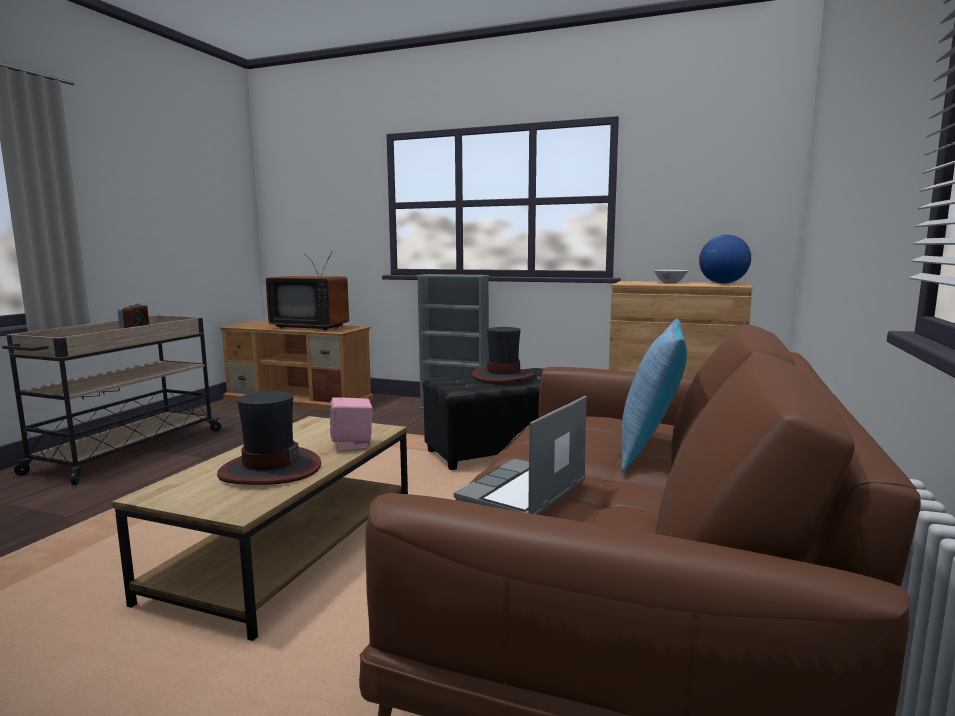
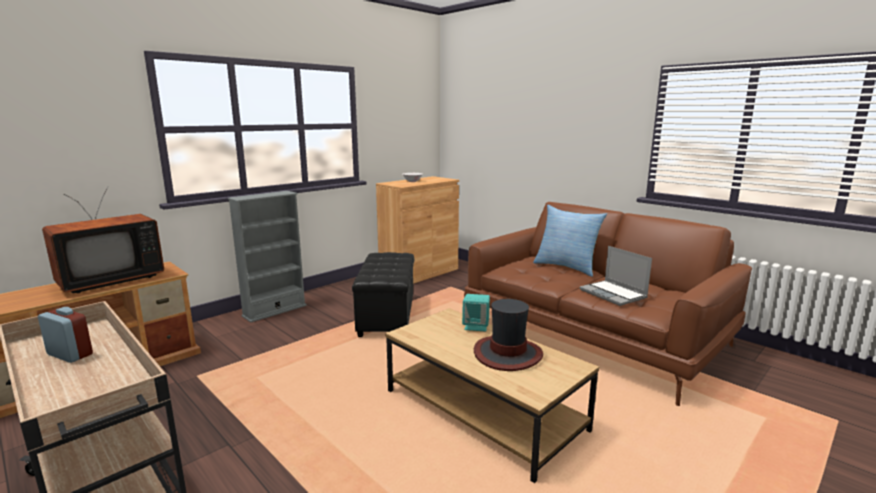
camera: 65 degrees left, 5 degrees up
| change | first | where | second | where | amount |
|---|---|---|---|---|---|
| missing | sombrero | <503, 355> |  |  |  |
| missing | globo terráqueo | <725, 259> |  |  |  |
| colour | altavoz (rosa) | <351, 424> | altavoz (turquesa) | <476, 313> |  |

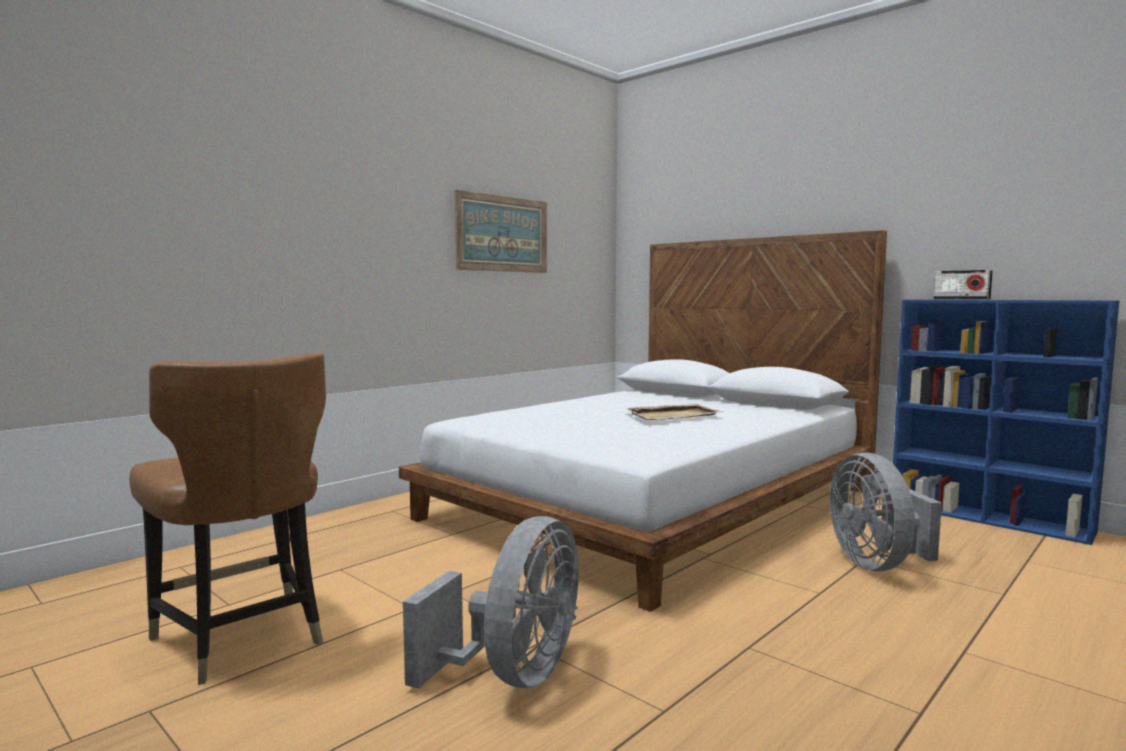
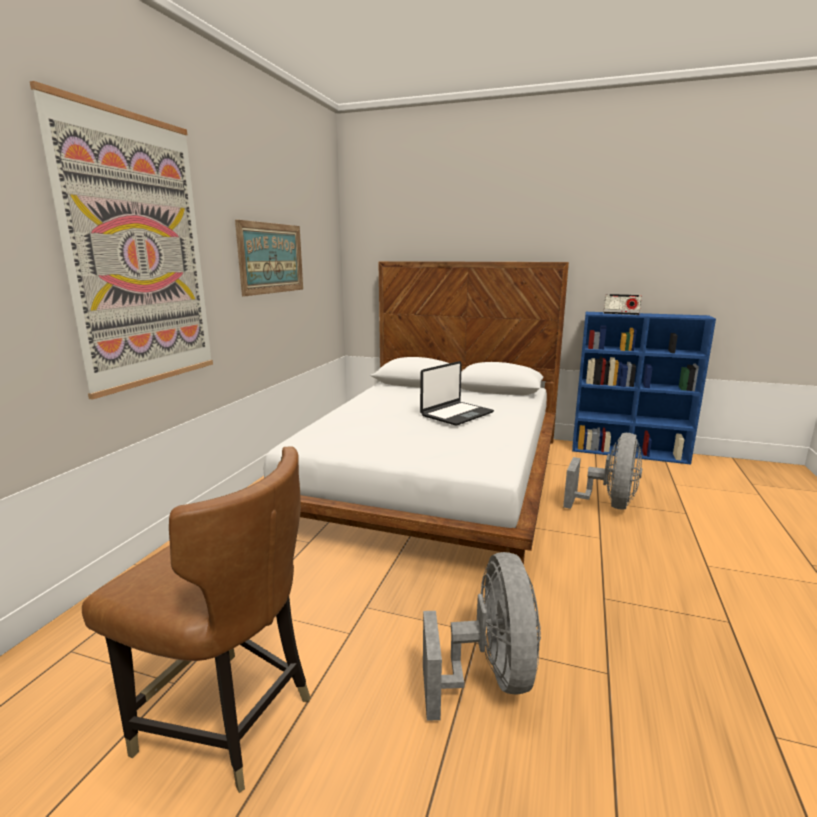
camera: 25 degrees left, 10 degrees up
| change | first | where | second | where | amount |
|---|---|---|---|---|---|
| appeared |  |  | cuadro | <121, 240> |  |
| exchanged | bandeja (beis) | <674, 412> | portátil | <457, 393> |  |
| spun | ventilador (gris) | <886, 512> |  | <602, 471> | 120 degrees counterclockwise |

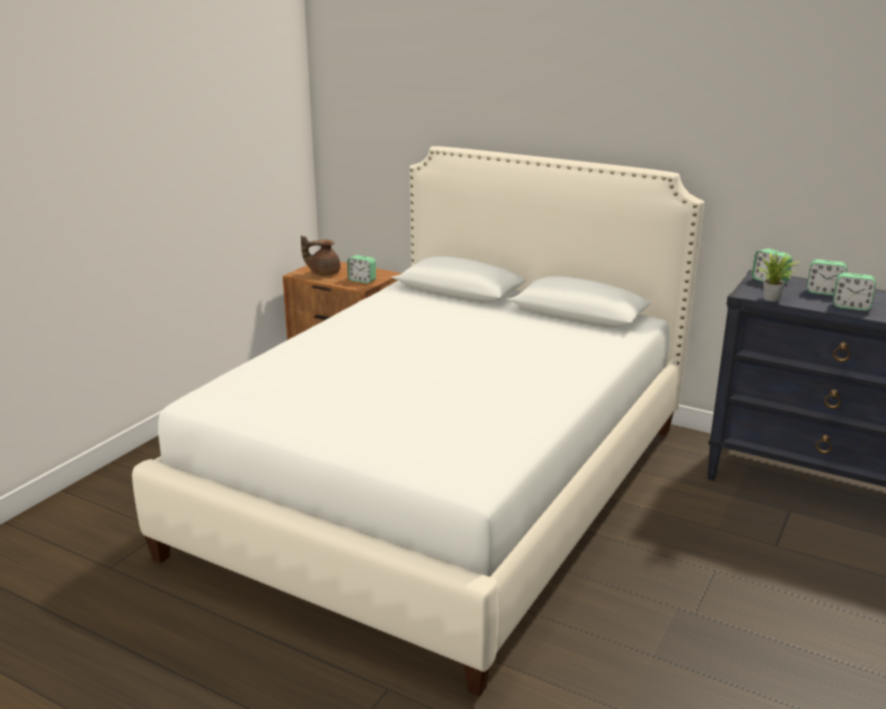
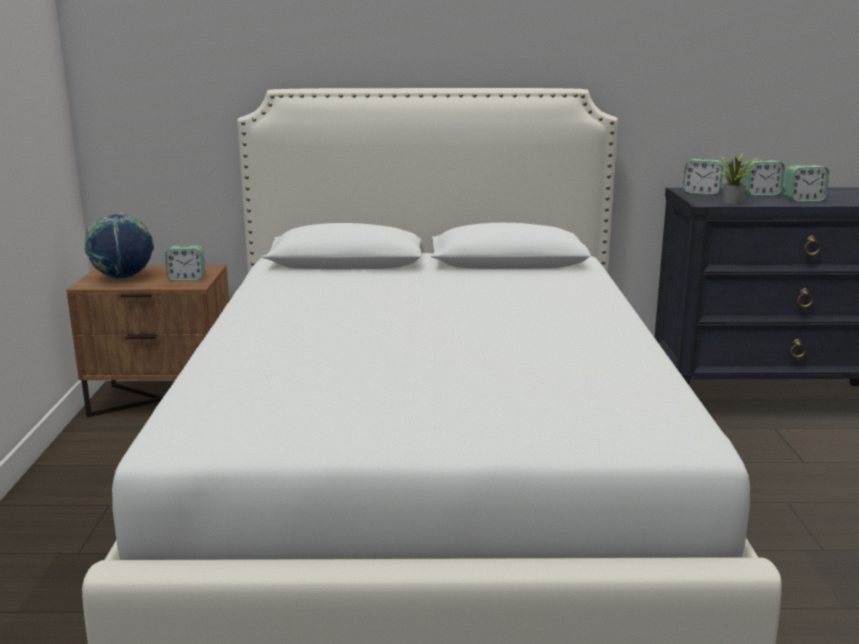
camera: 30 degrees left, 5 degrees down
| change | first | where | second | where | amount |
|---|---|---|---|---|---|
| exchanged | tetera (marrón) | <320, 255> | globo terráqueo | <119, 246> |  |

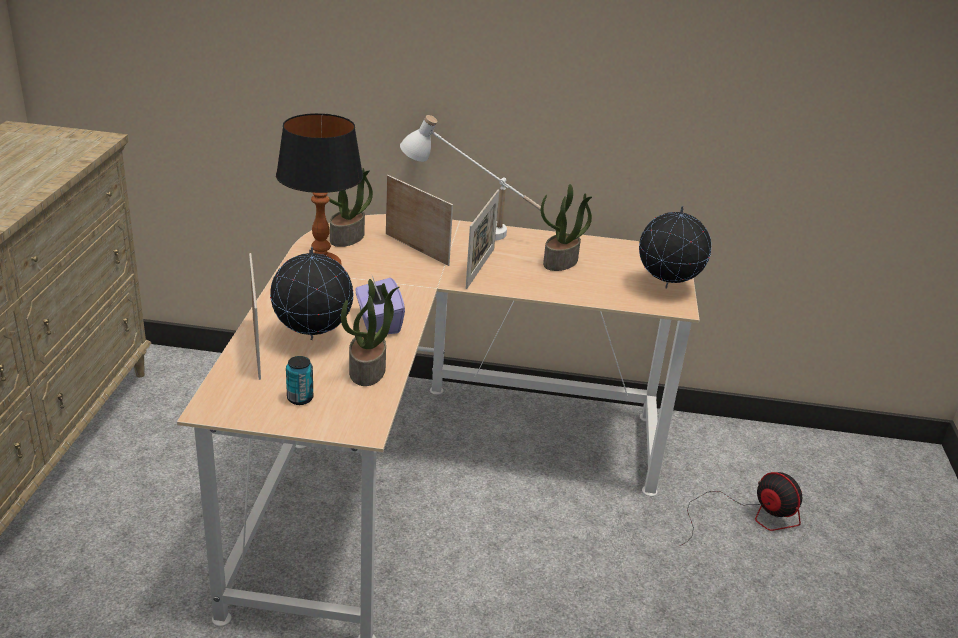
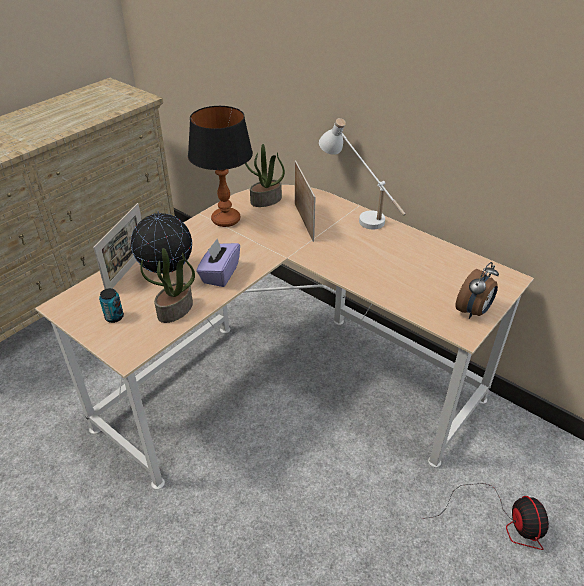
camera: 35 degrees right, 10 degrees up
| change | first | where | second | where | amount |
|---|---|---|---|---|---|
| missing | portarretratos | <482, 239> |  |  |  |
| missing | planta en maceta | <566, 227> |  |  |  |
| exchanged | globo terráqueo | <675, 247> | despertador | <477, 290> |  |

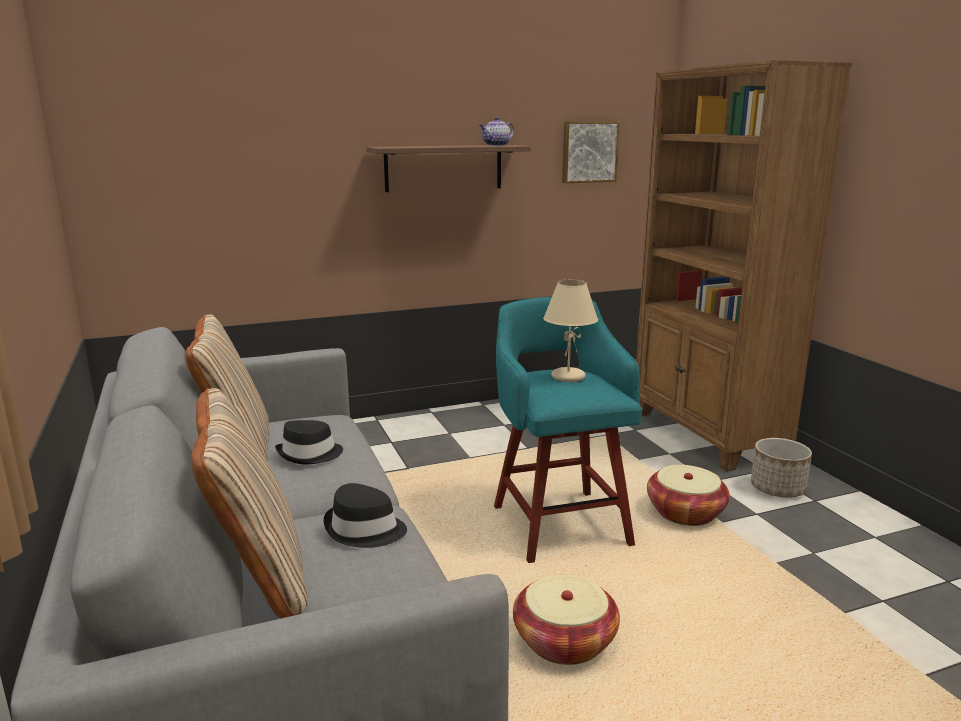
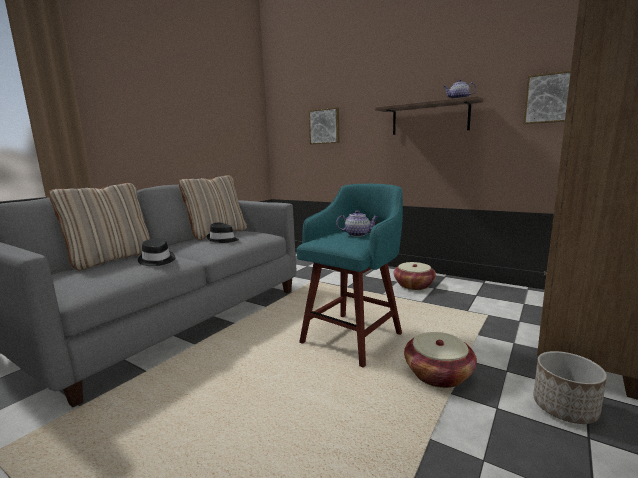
camera: 55 degrees right, 5 degrees down
| change | first | where | second | where | amount |
|---|---|---|---|---|---|
| appeared |  |  | cuadro | <324, 125> |  |
| relocated | cesta | <566, 619> |  | <415, 276> |  |
| exchanged | lámpara de mesa (beis) | <570, 331> | tetera | <357, 223> |  |

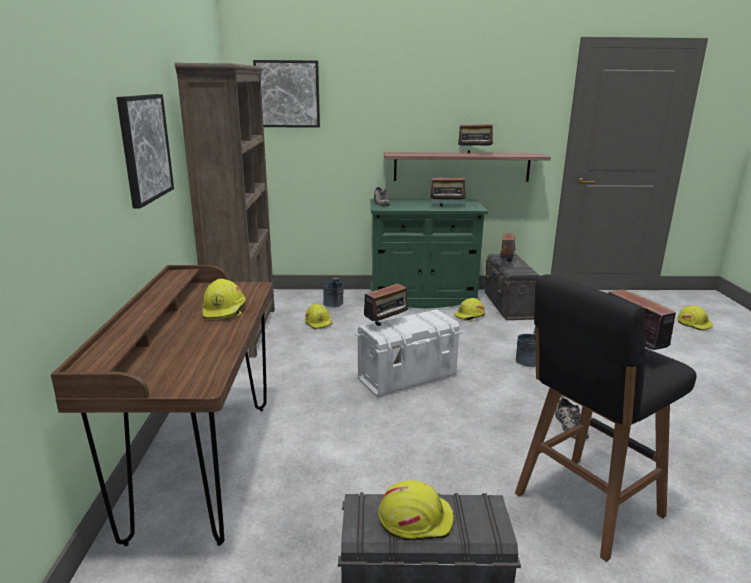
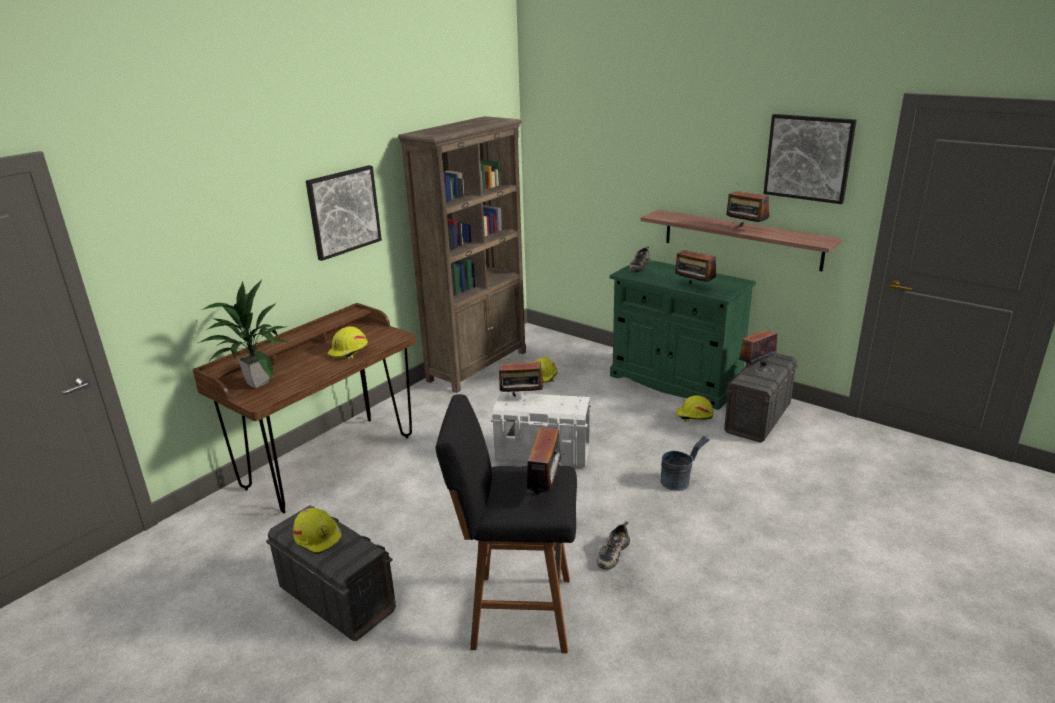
camera: 40 degrees right, 5 degrees up
| change | first | where | second | where | amount |
|---|---|---|---|---|---|
| missing | cubo (gris) | <333, 292> |  |  |  |
| missing | casco (amarillo) | <695, 318> |  |  |  |
| appeared |  |  | planta en maceta | <244, 333> |  |
| relocated | cuadro | <286, 94> |  | <810, 159> |  |

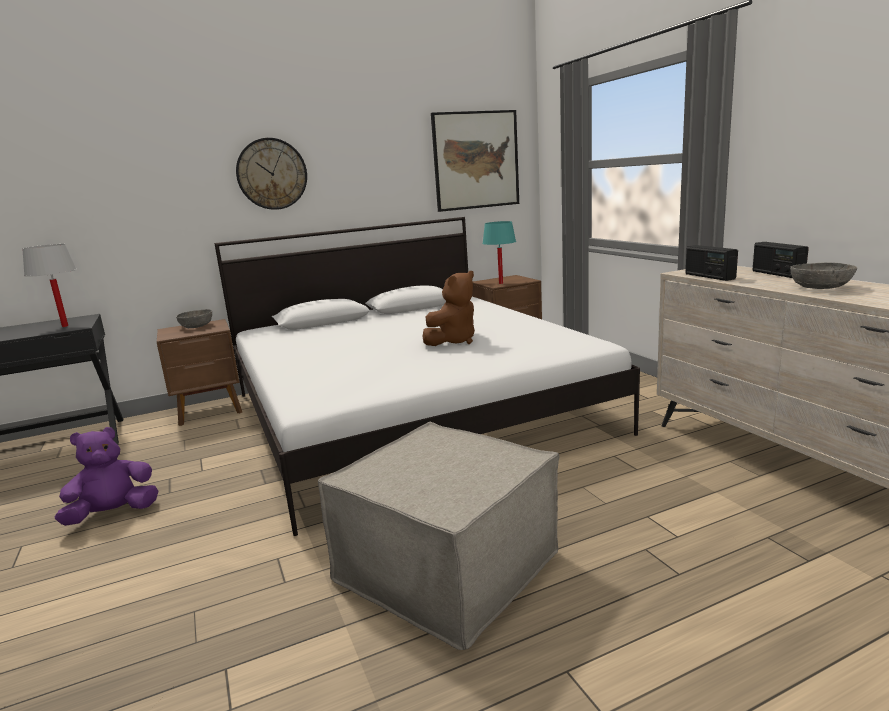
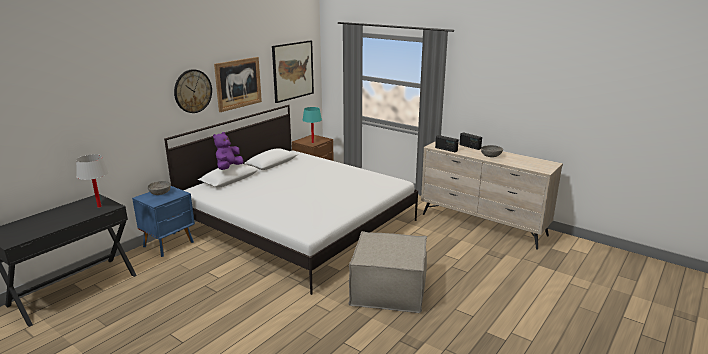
camera: 30 degrees left, 5 degrees up
| change | first | where | second | where | amount |
|---|---|---|---|---|---|
| missing | peluche (marrón) | <449, 308> |  |  |  |
| appeared |  |  | cuadro | <238, 84> |  |
| relocated | peluche (morado) | <106, 476> |  | <228, 151> |  |
| colour | mesita de noche (marrón) | <199, 372> | mesita de noche (azul) | <163, 221> |  |

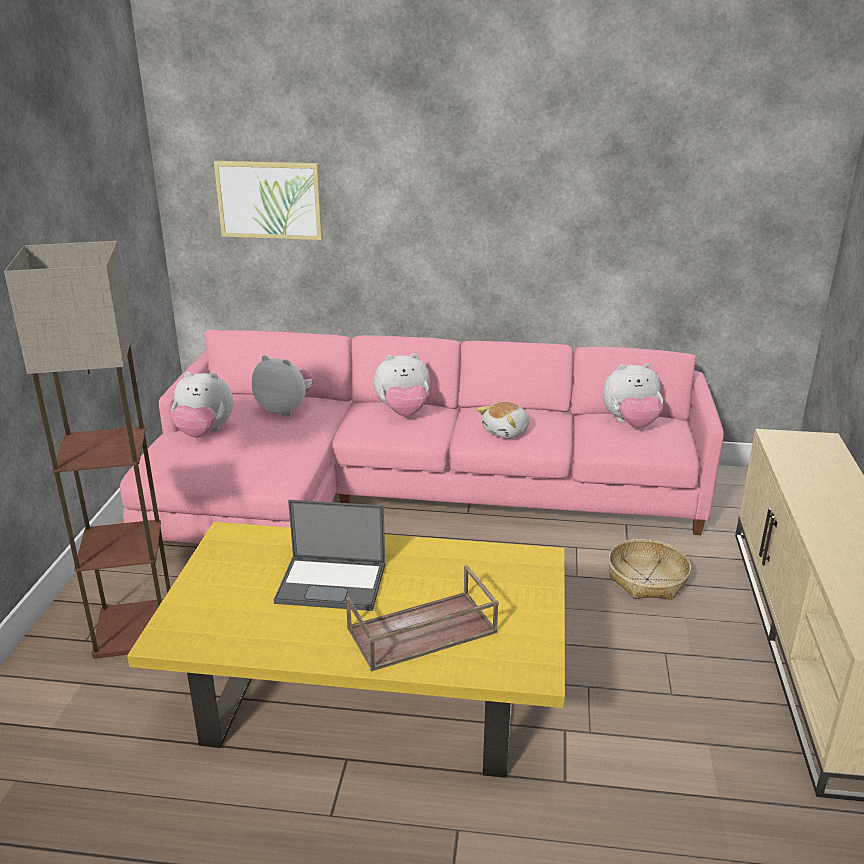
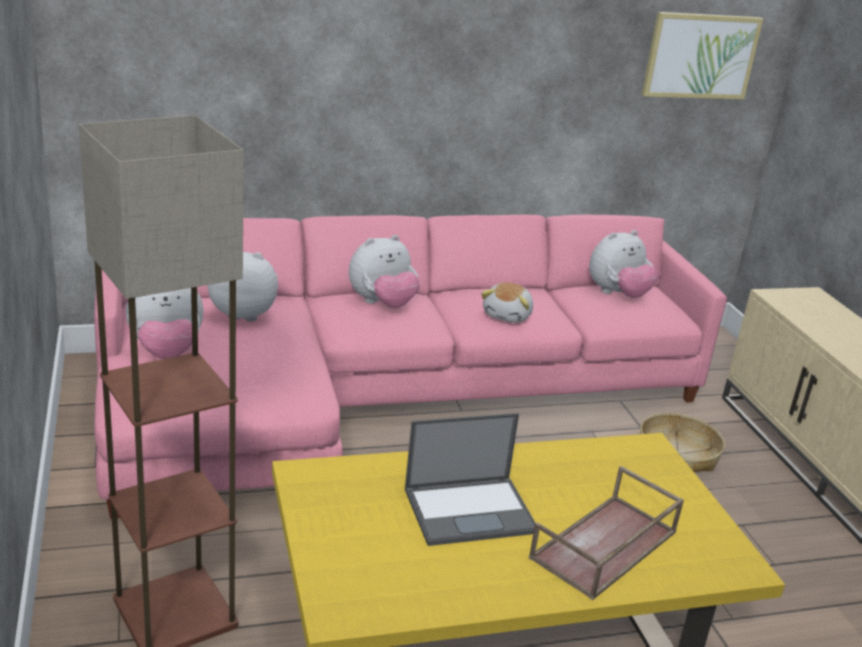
camera: 25 degrees left, 0 degrees up
| change | first | where | second | where | amount |
|---|---|---|---|---|---|
| relocated | cuadro | <268, 200> |  | <702, 55> |  |

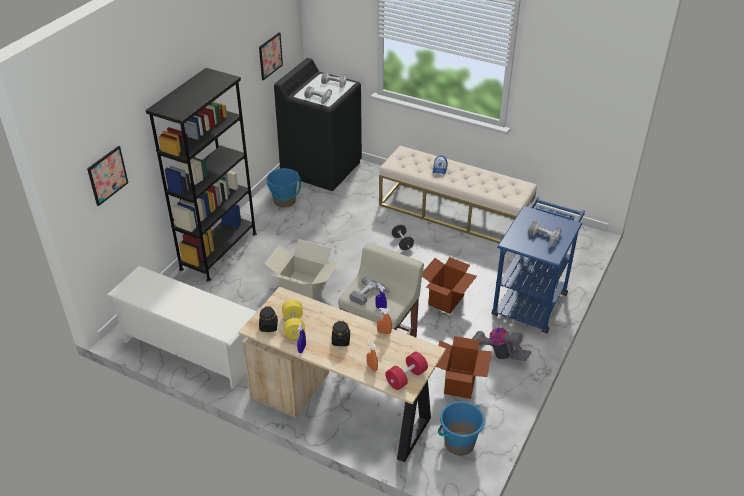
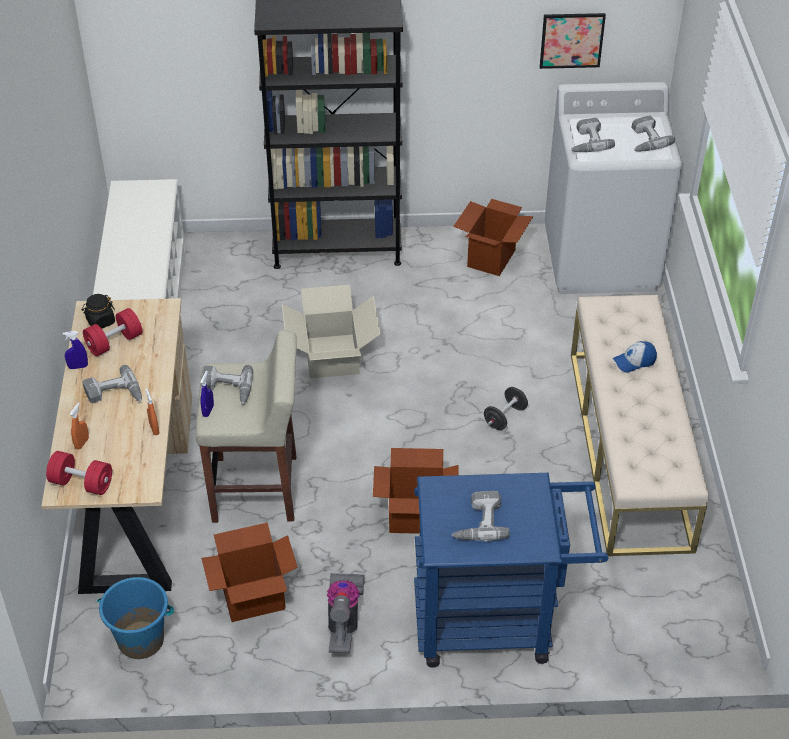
camera: 60 degrees right, 5 degrees up
| change | first | where | second | where | amount |
|---|---|---|---|---|---|
| missing | cuadro | <107, 176> |  |  |  |
| exchanged | cubo (azul) | <284, 187> | caja de cartón | <493, 237> |  |
| exchanged | tarro (negro) | <341, 333> | taladro | <112, 384> |  |
| colour | lavadora (negro) | <318, 124> | lavadora (blanco) | <613, 188> |  |
| colour | mancuerna (amarillo) | <293, 319> | mancuerna (rojo) | <112, 332> |  |

